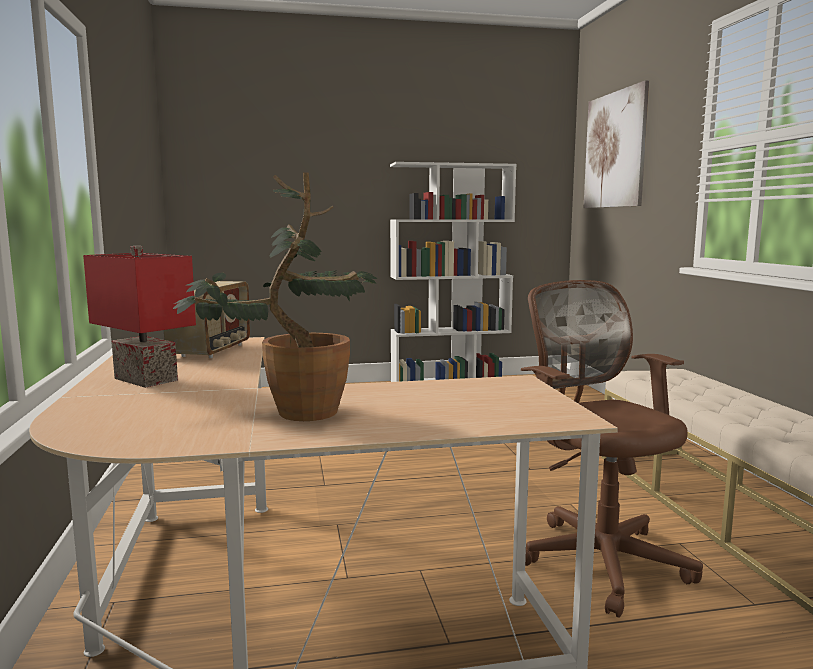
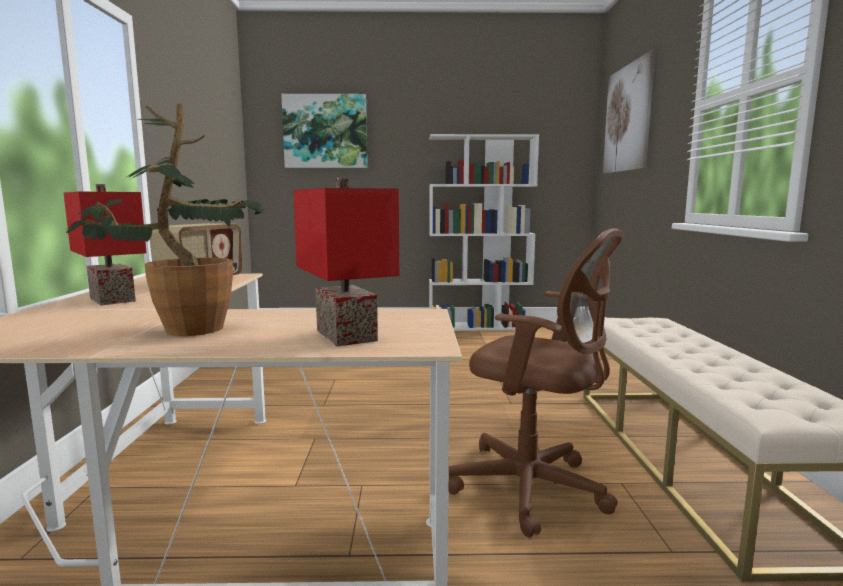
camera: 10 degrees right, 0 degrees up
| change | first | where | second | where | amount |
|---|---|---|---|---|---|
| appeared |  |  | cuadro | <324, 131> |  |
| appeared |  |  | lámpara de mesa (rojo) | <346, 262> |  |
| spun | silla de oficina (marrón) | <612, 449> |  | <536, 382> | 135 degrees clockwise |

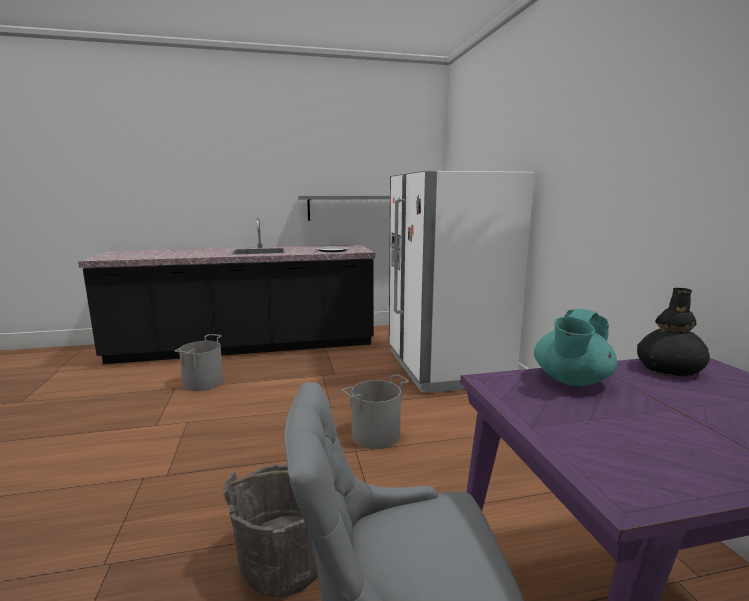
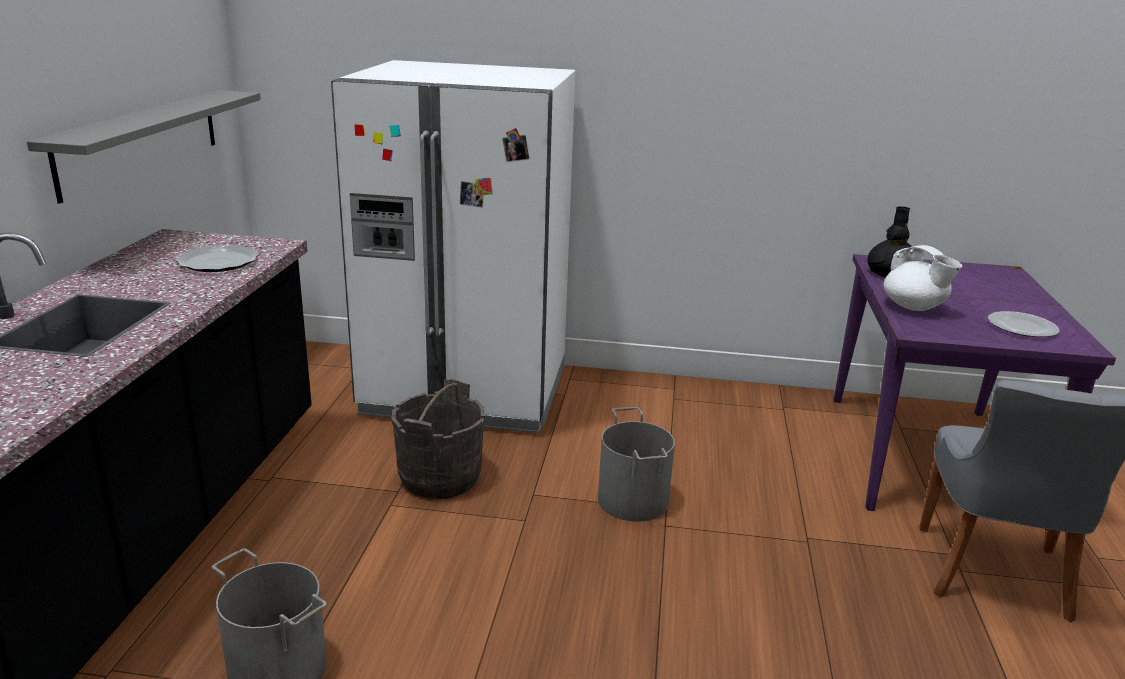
camera: 70 degrees left, 10 degrees up
| change | first | where | second | where | amount |
|---|---|---|---|---|---|
| appeared |  |  | plato | <1024, 324> |  |
| relocated | cubo (gris) | <270, 530> |  | <438, 439> |  |
| colour | tetera (turquesa) | <575, 347> | tetera (blanco) | <922, 278> |  |

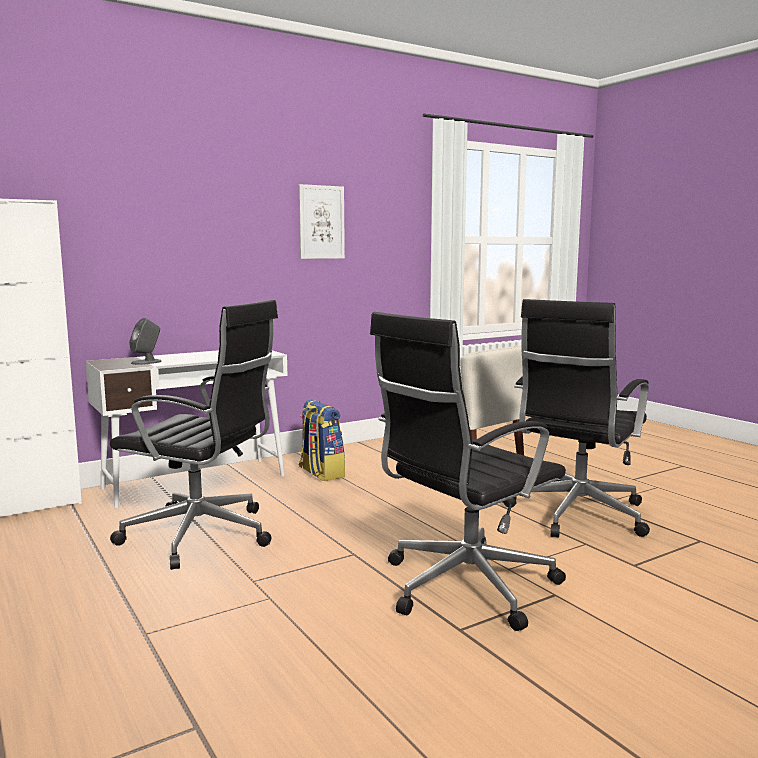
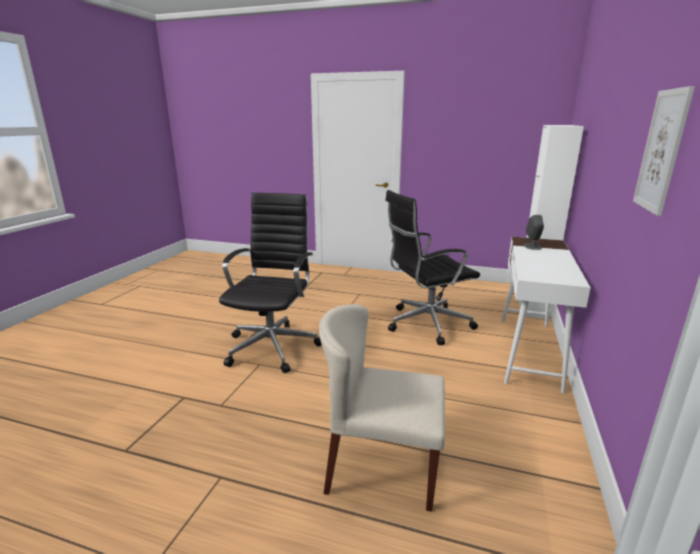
camera: 140 degrees right, 10 degrees up
| change | first | where | second | where | amount |
|---|---|---|---|---|---|
| missing | mochila | <322, 440> |  |  |  |
| missing | silla de oficina (negro) | <577, 418> |  |  |  |

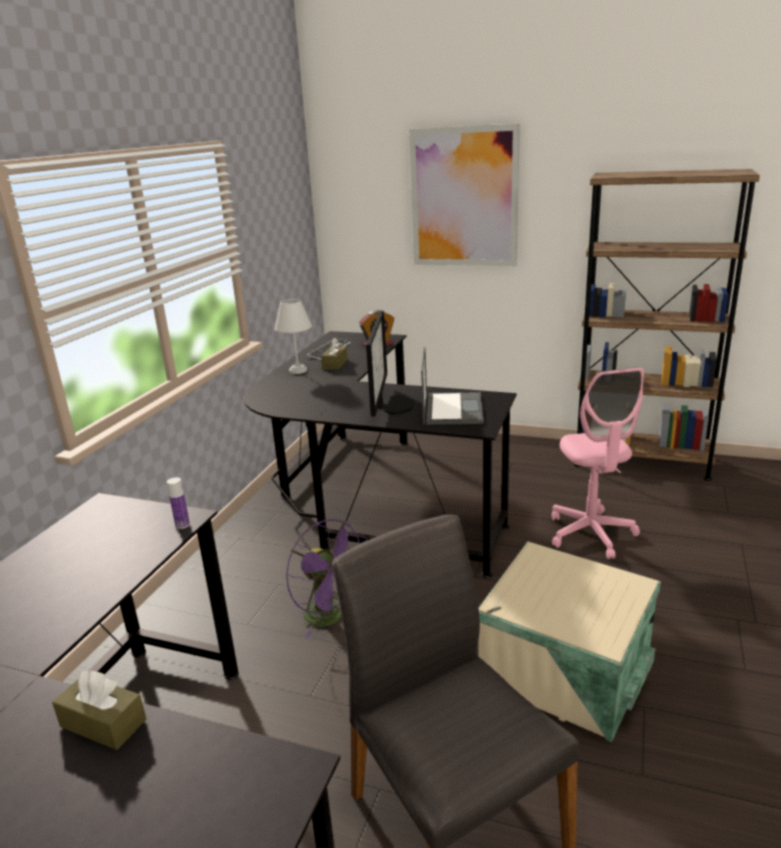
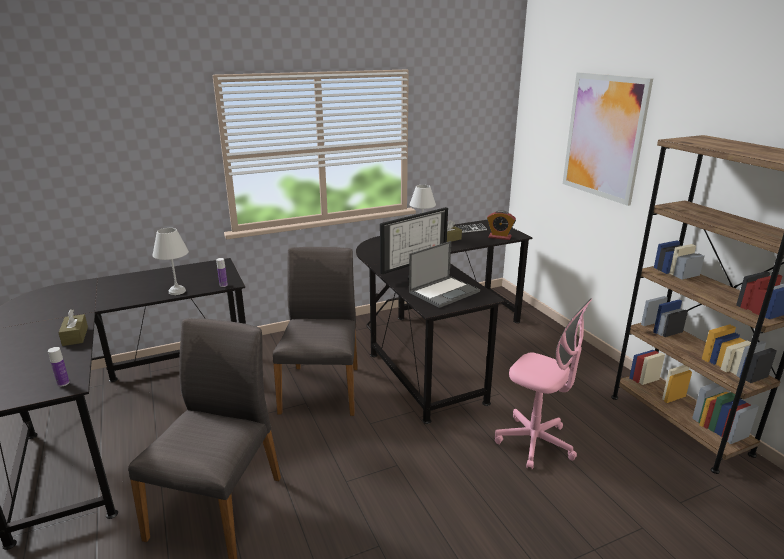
camera: 45 degrees right, 0 degrees up
| change | first | where | second | where | amount |
|---|---|---|---|---|---|
| missing | caja de almacenaje (beis) | <569, 642> |  |  |  |
| appeared |  |  | botella | <59, 367> |  |
| appeared |  |  | lámpara de mesa (blanco) | <171, 261> |  |
| exchanged | ventilador (morado) | <326, 579> | silla (gris) | <315, 331> |  |
| spun | silla de oficina (rosa) | <598, 463> |  | <543, 384> | 90 degrees counterclockwise |

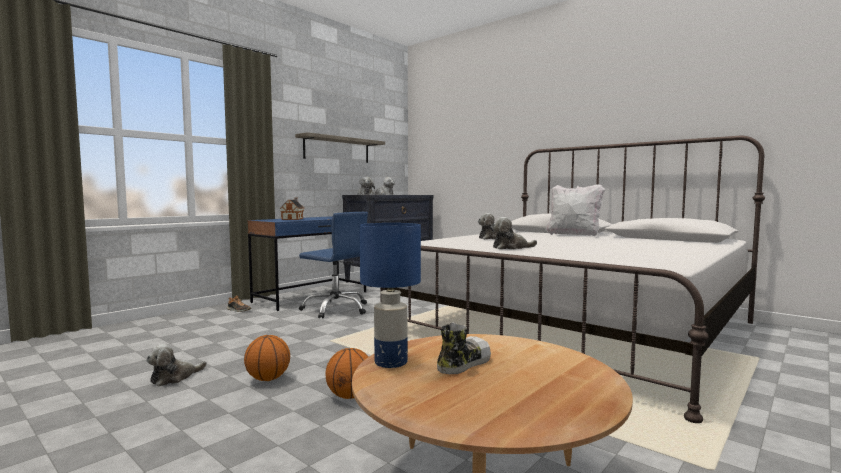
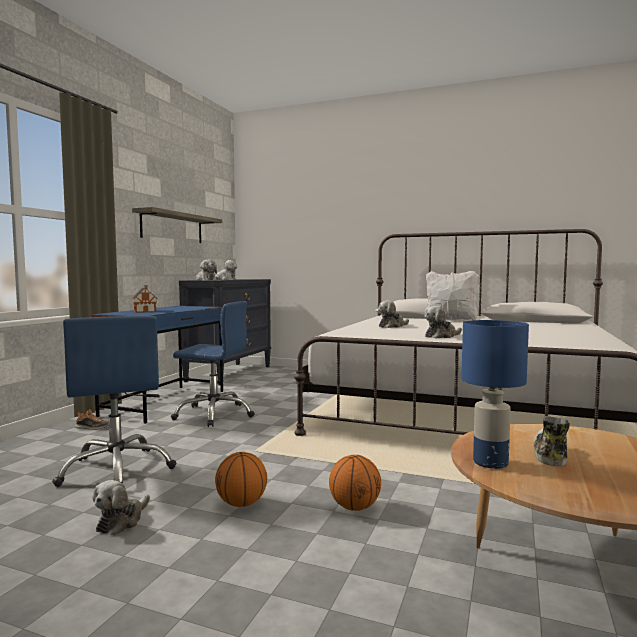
camera: 20 degrees left, 0 degrees up
| change | first | where | second | where | amount |
|---|---|---|---|---|---|
| appeared |  |  | silla de oficina (azul) | <114, 401> |  |

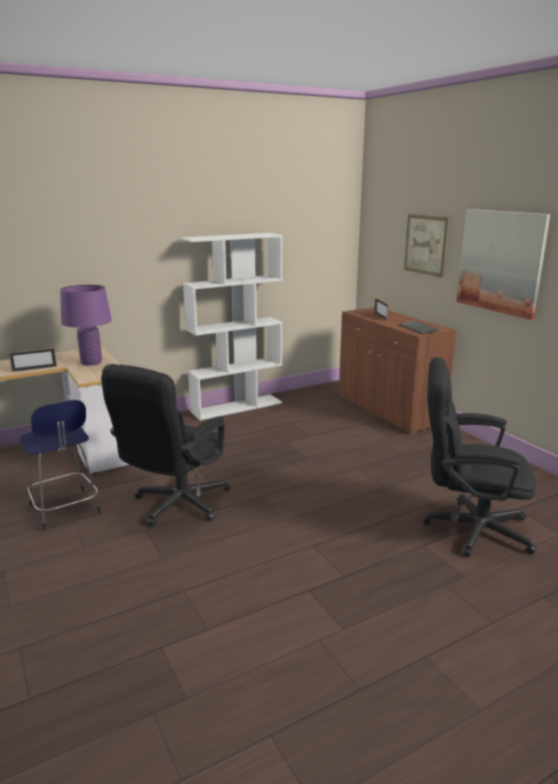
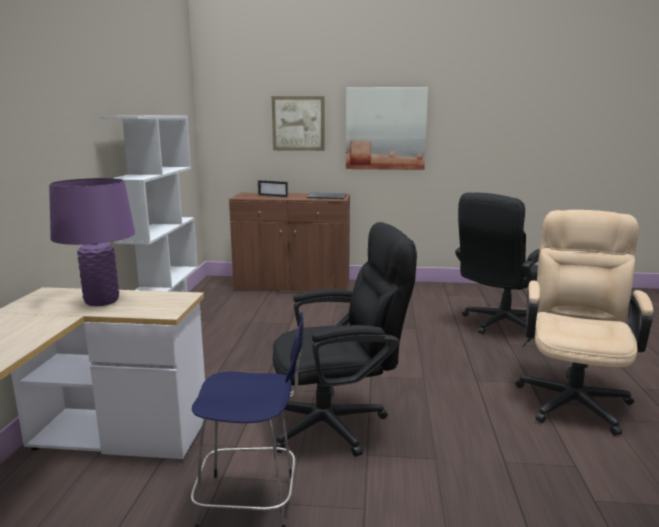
camera: 55 degrees left, 5 degrees down
| change | first | where | second | where | amount |
|---|---|---|---|---|---|
| missing | portarretratos | <33, 360> |  |  |  |
| appeared |  |  | silla de oficina (beis) | <584, 323> |  |
| spun | silla de oficina (negro) | <165, 445> |  | <345, 339> | 75 degrees counterclockwise |

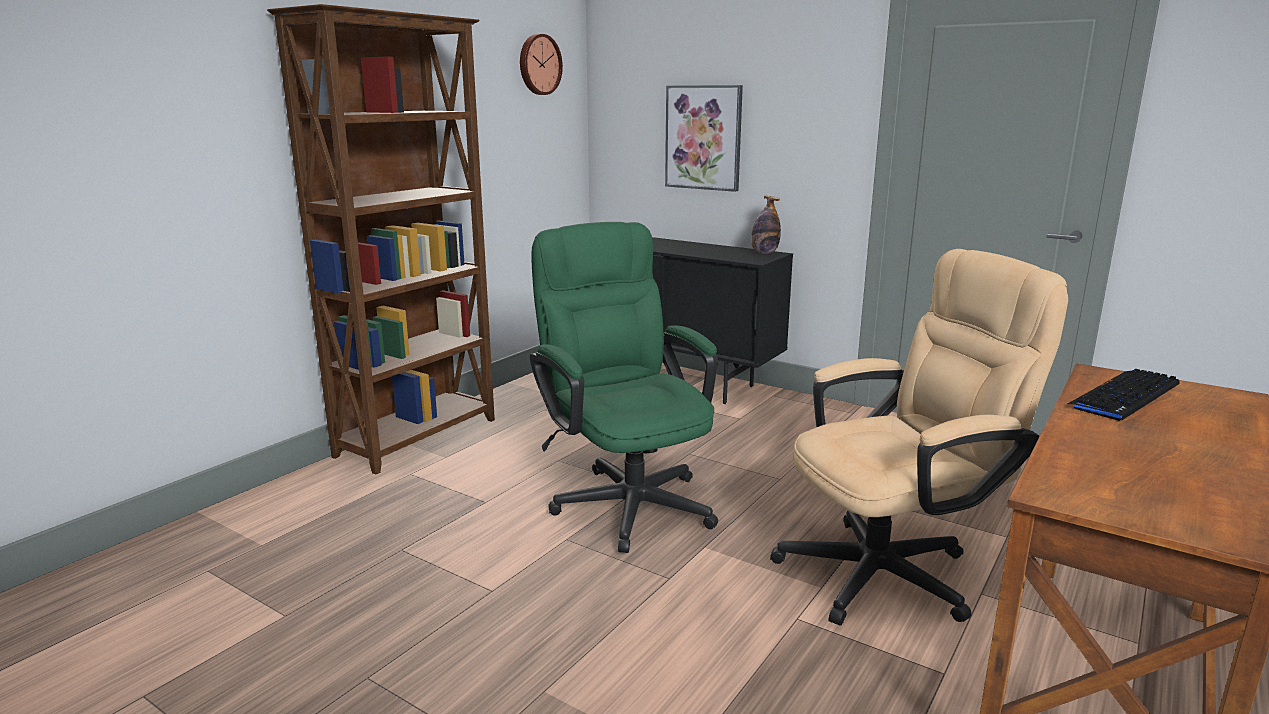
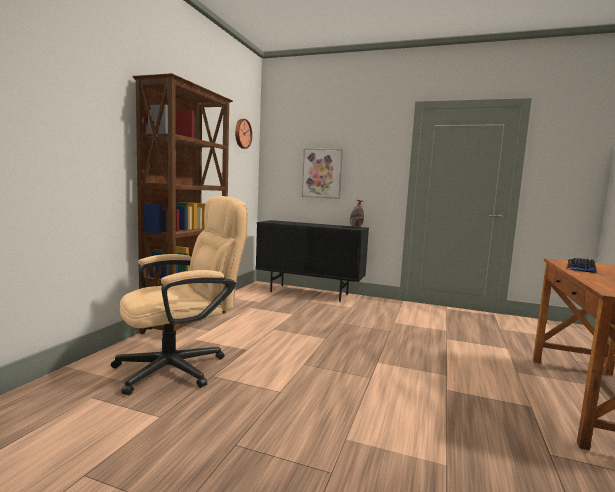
camera: 15 degrees left, 10 degrees down
| change | first | where | second | where | amount |
|---|---|---|---|---|---|
| missing | silla de oficina (verde) | <624, 387> |  |  |  |
| relocated | silla de oficina (beis) | <919, 437> |  | <179, 295> |  |

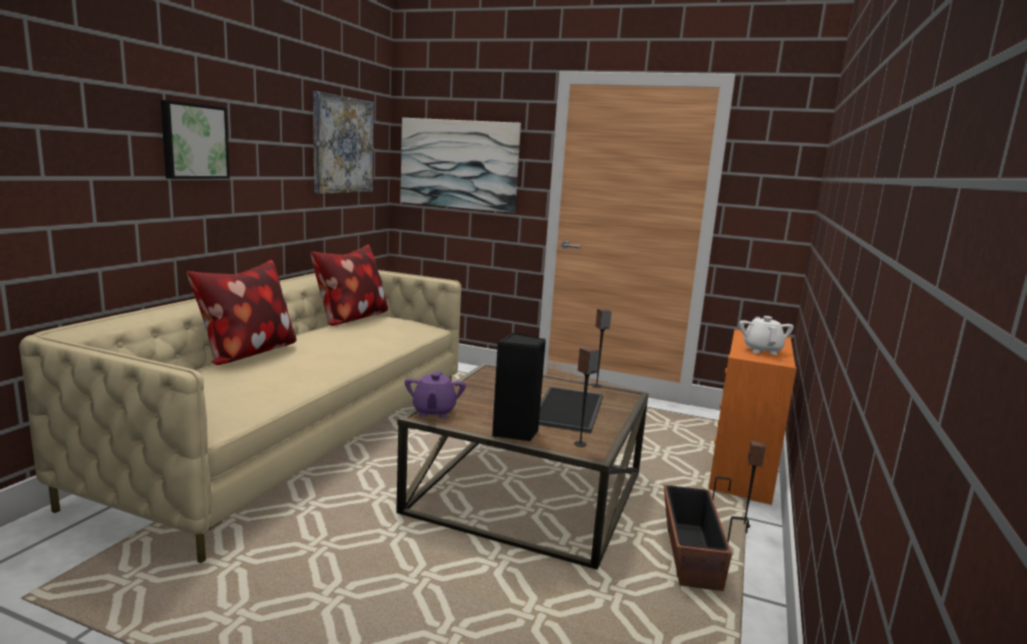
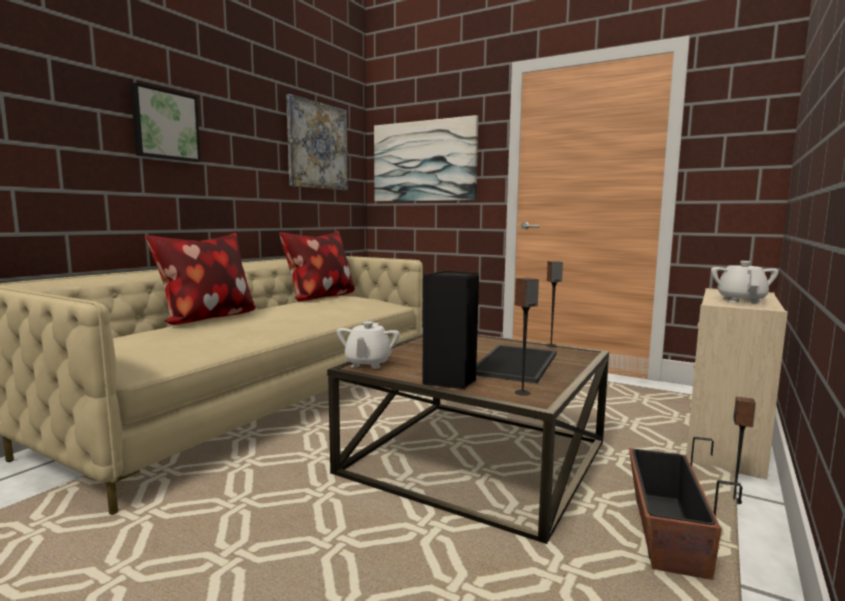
camera: 10 degrees right, 5 degrees down
| change | first | where | second | where | amount |
|---|---|---|---|---|---|
| colour | tetera (morado) | <435, 394> | tetera (blanco) | <368, 345> |  |
| colour | cómoda (naranja) | <753, 417> | cómoda (beis) | <737, 383> |  |

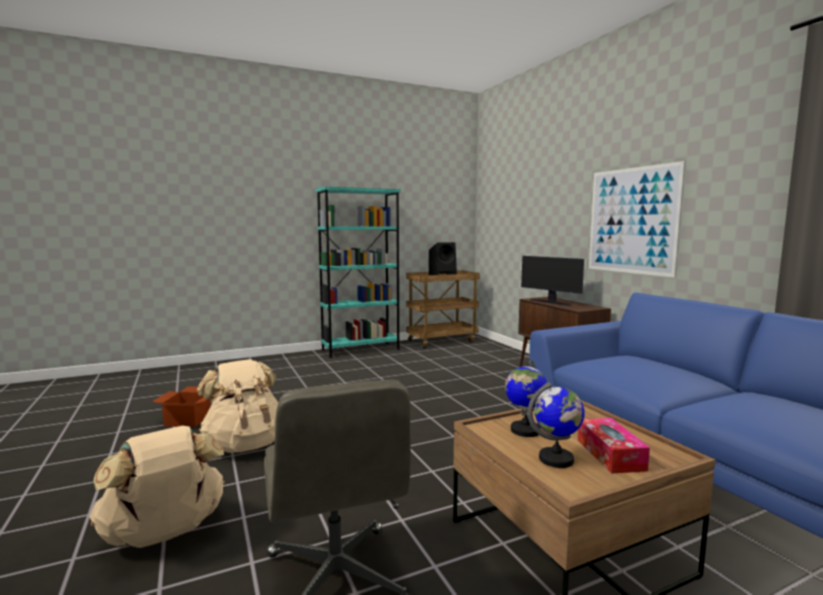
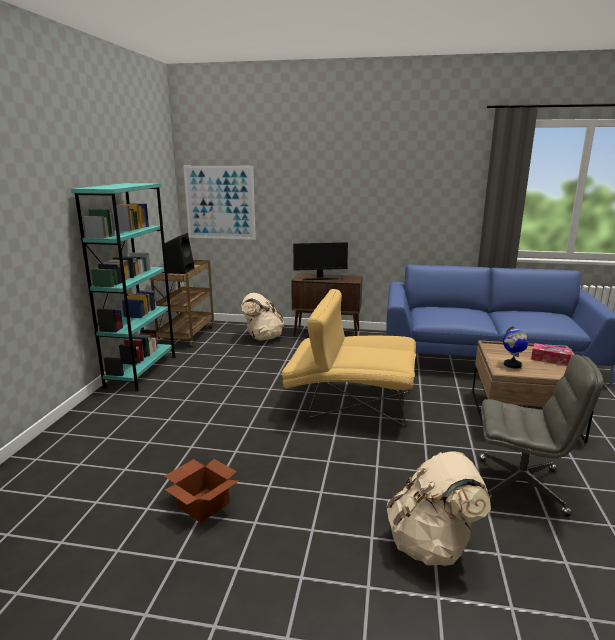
camera: 55 degrees left, 10 degrees up
| change | first | where | second | where | amount |
|---|---|---|---|---|---|
| missing | globo terráqueo | <556, 425> |  |  |  |
| appeared |  |  | sillón (amarillo) | <349, 358> |  |
| relocated | mochila (beis) | <237, 406> |  | <262, 317> |  |
| relocated | cuadro | <637, 219> |  | <219, 203> |  |

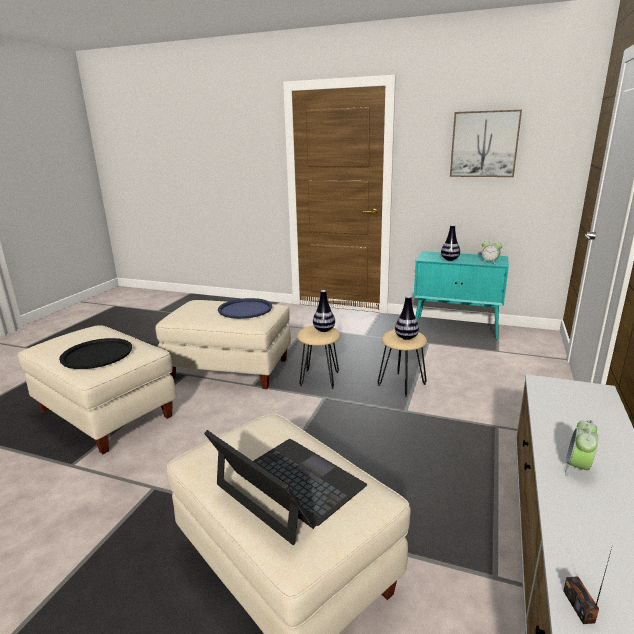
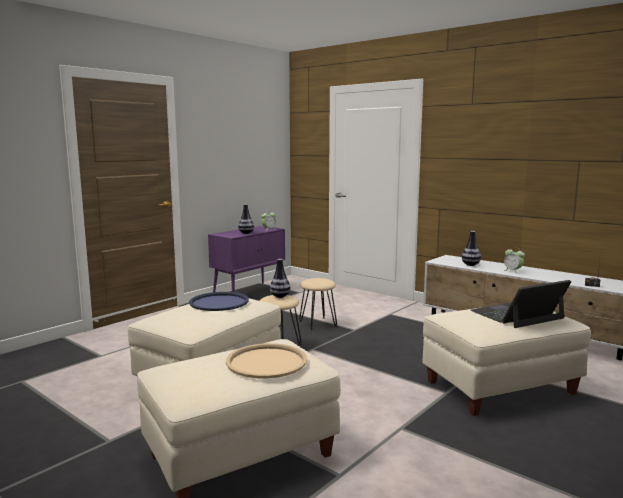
camera: 70 degrees left, 10 degrees down
| change | first | where | second | where | amount |
|---|---|---|---|---|---|
| missing | cuadro | <486, 143> |  |  |  |
| relocated | florero | <407, 318> |  | <471, 248> |  |
| colour | bandeja (negro) | <95, 353> | bandeja (beis) | <266, 360> |  |
| colour | armario (turquesa) | <461, 295> | armario (morado) | <246, 259> |  |

